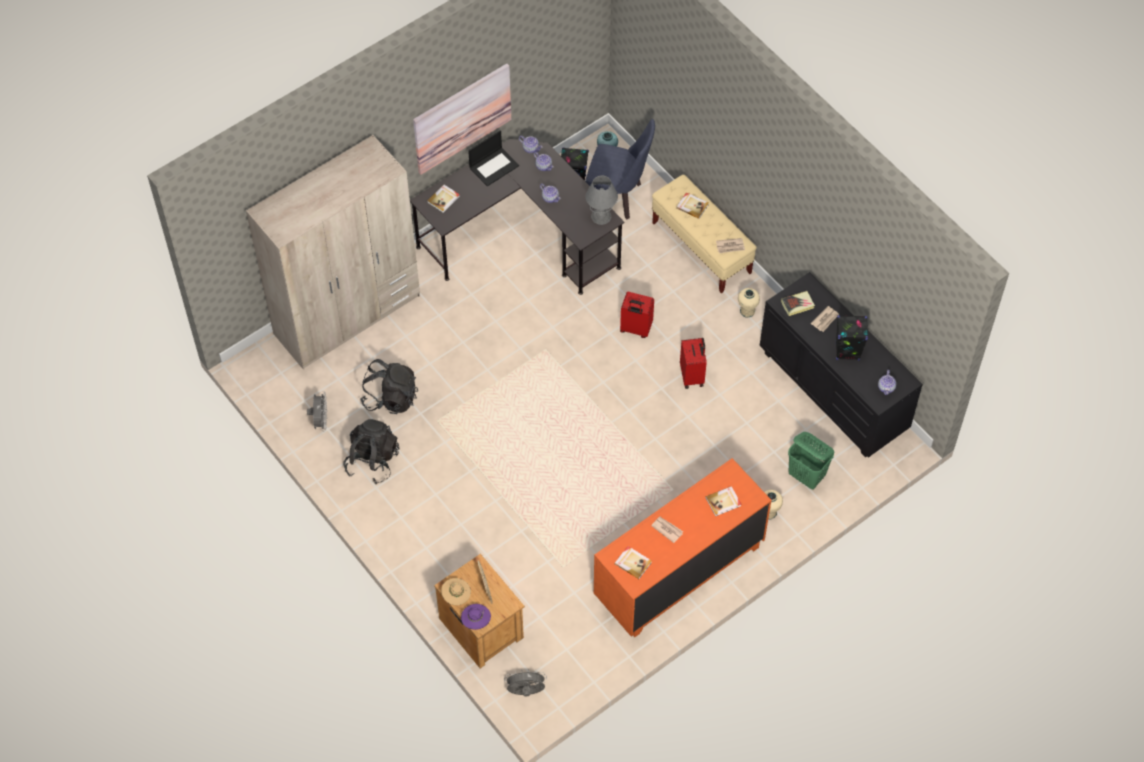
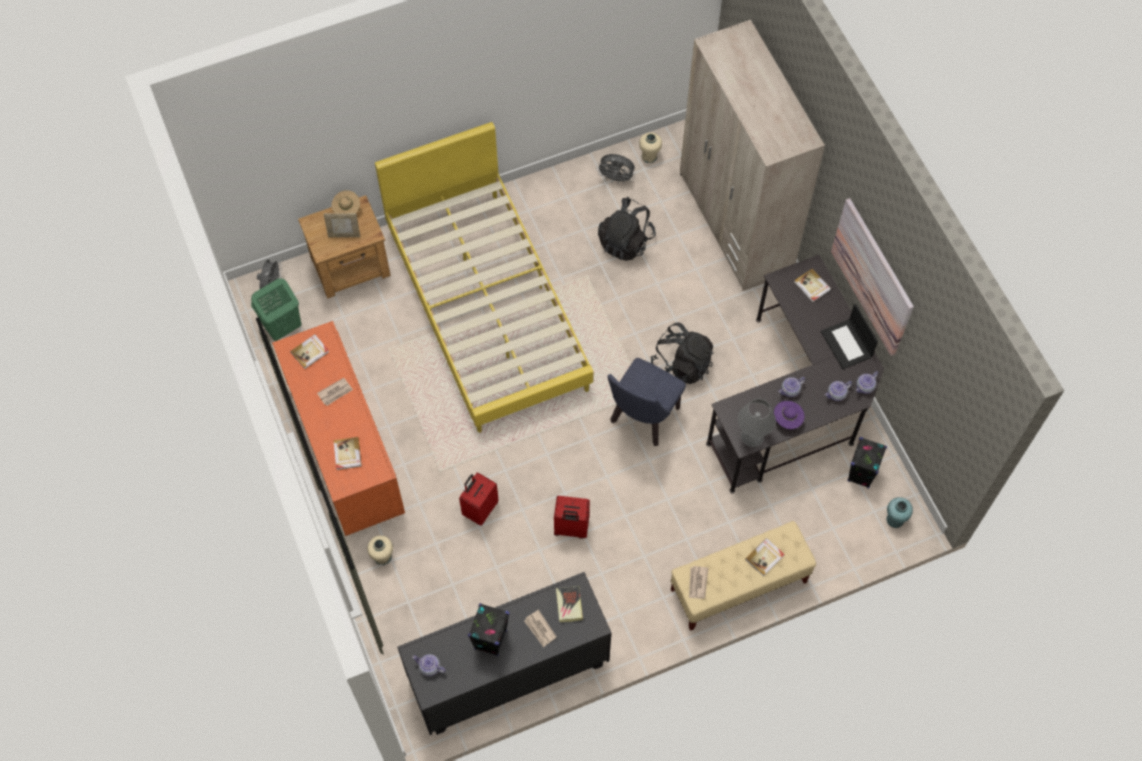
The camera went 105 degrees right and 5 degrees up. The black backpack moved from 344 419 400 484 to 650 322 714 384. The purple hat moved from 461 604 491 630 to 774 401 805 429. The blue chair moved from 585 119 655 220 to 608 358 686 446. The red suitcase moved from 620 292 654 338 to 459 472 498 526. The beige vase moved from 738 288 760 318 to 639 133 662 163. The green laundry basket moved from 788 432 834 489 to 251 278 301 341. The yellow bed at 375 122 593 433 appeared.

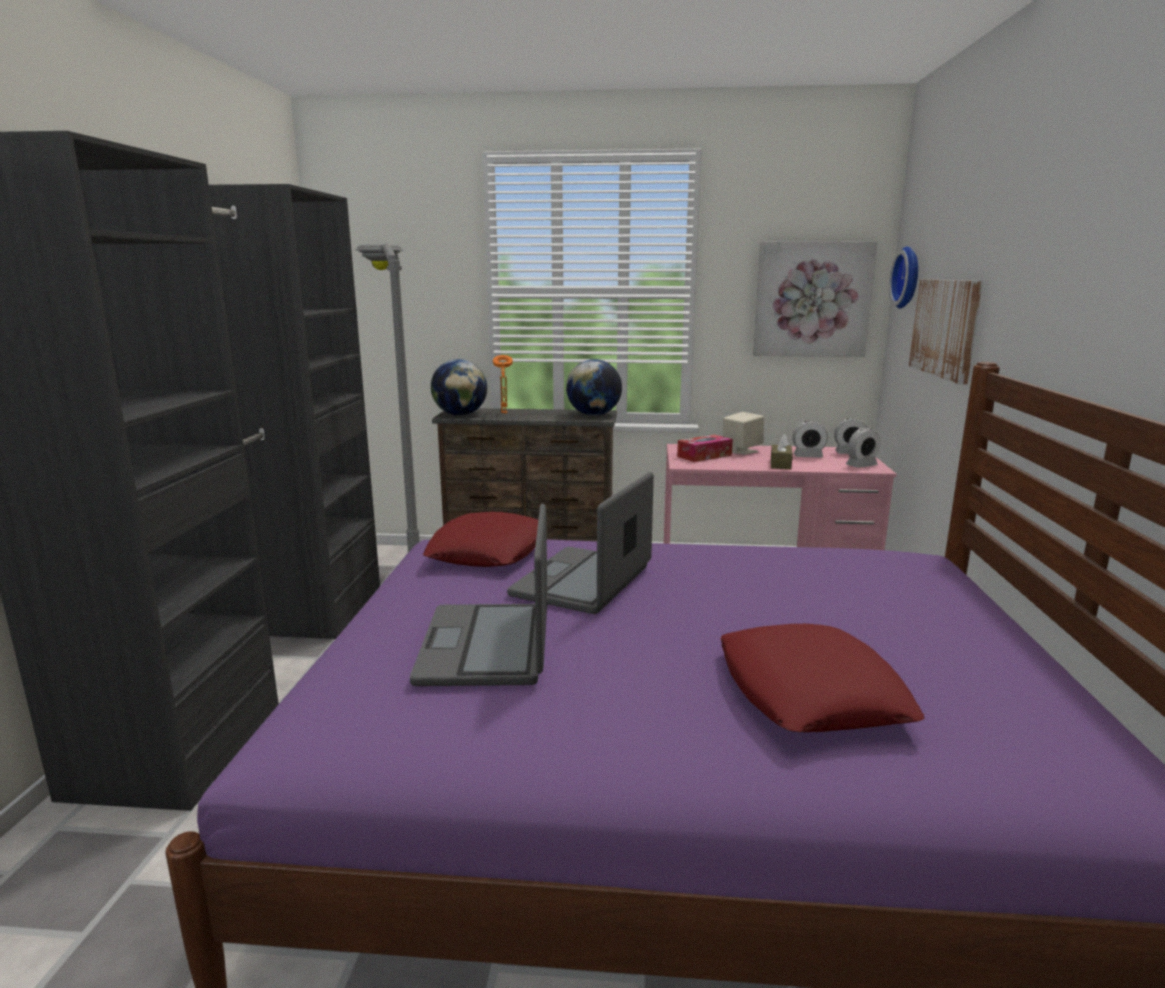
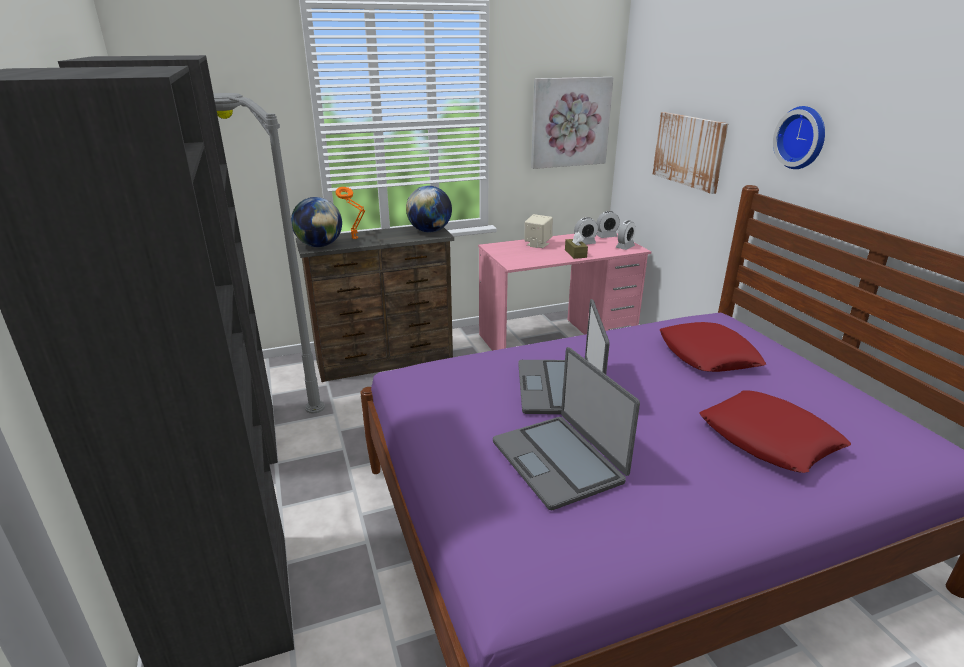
The camera went 25 degrees left and 10 degrees up. The red pillow moved from 423 512 538 567 to 660 322 766 372. The tissue box at 677 435 733 462 disappeared. The wall clock moved from 889 246 918 309 to 773 106 825 169.

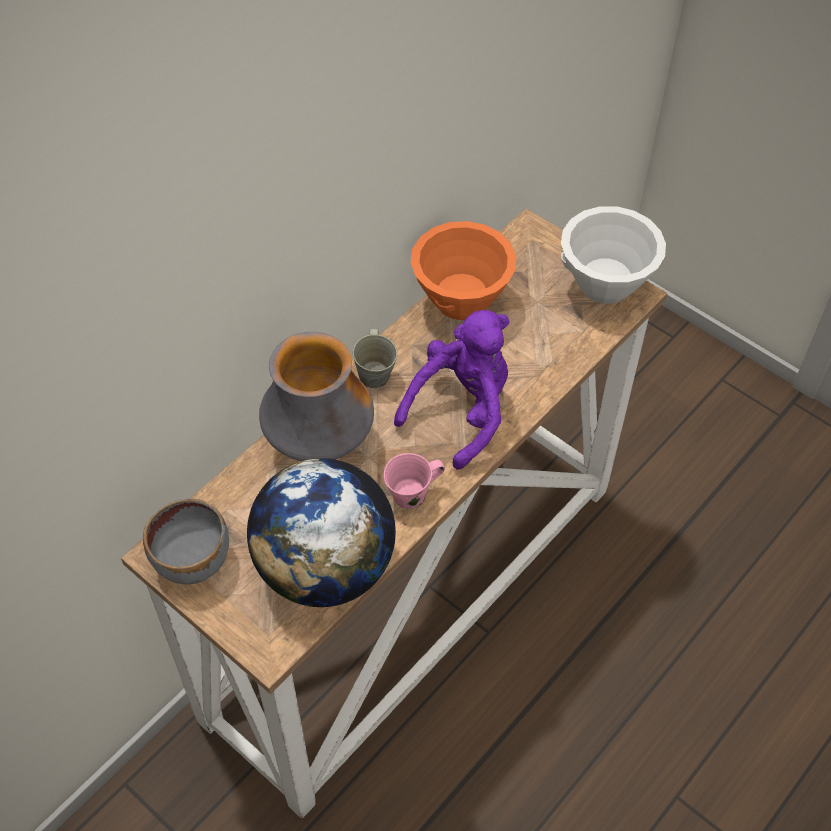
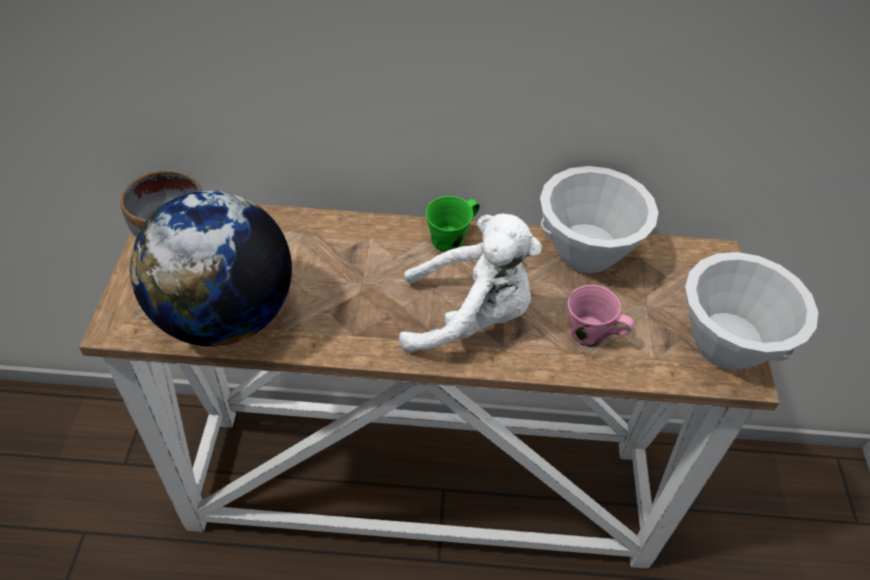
The camera went 50 degrees right and 5 degrees down. The vase at 259 332 374 461 disappeared. The grey mug at 353 329 397 388 became the green mug at 426 196 480 252. The pink mug moved from 384 453 445 509 to 568 285 634 347. The purple plush toy at 394 310 509 470 became the white plush toy at 399 214 542 353. The orange bowl at 411 221 516 320 became the white bowl at 540 166 659 273.

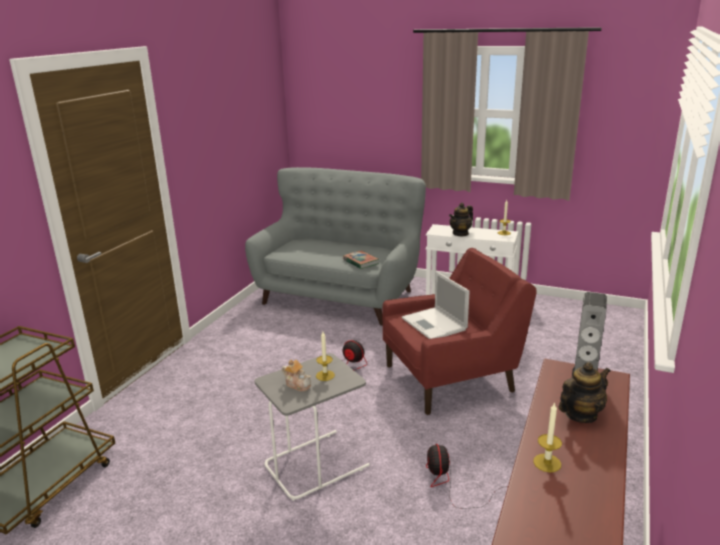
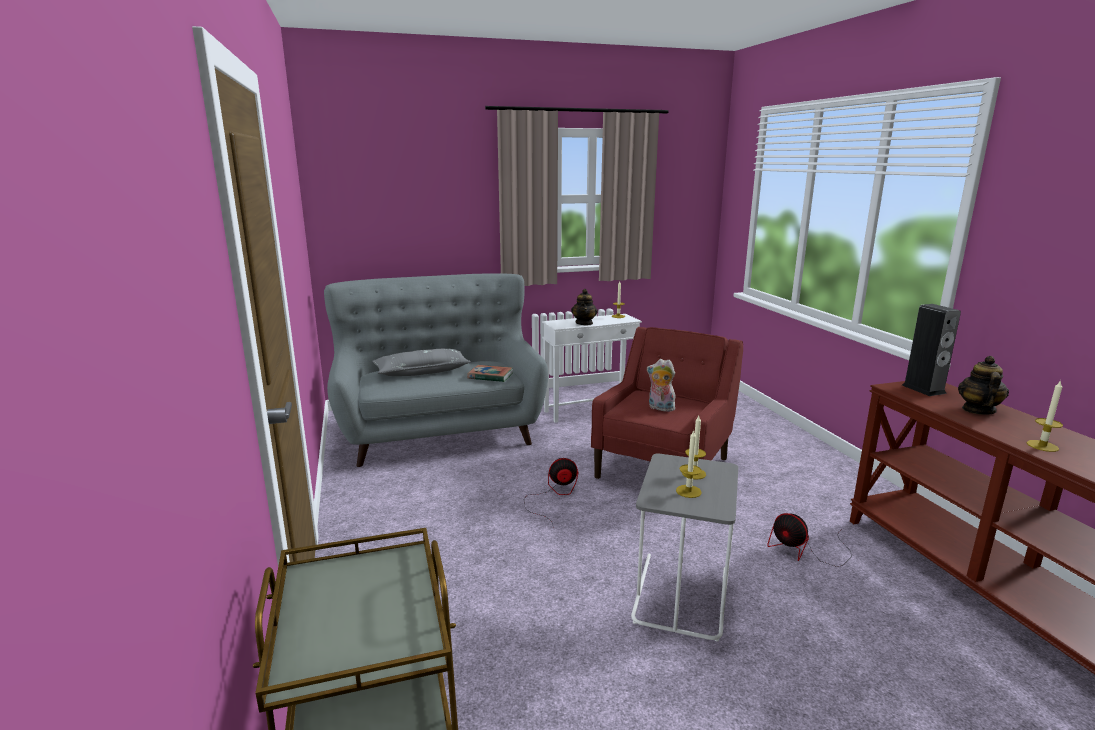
The camera went 40 degrees left and 5 degrees down. The teapot at 282 360 311 392 was replaced by the candle at 676 429 701 498. The laptop at 402 272 470 339 was replaced by the plush toy at 647 359 676 412. The grey pillow at 372 349 471 376 appeared.

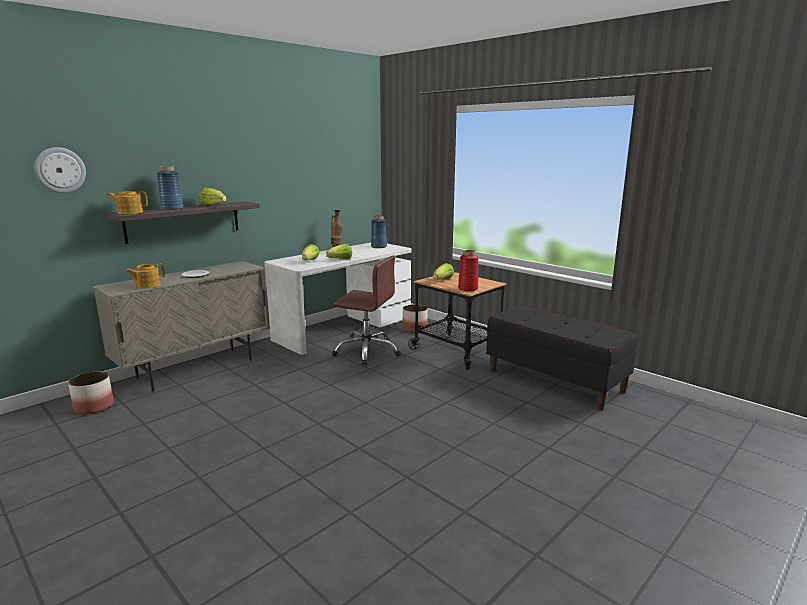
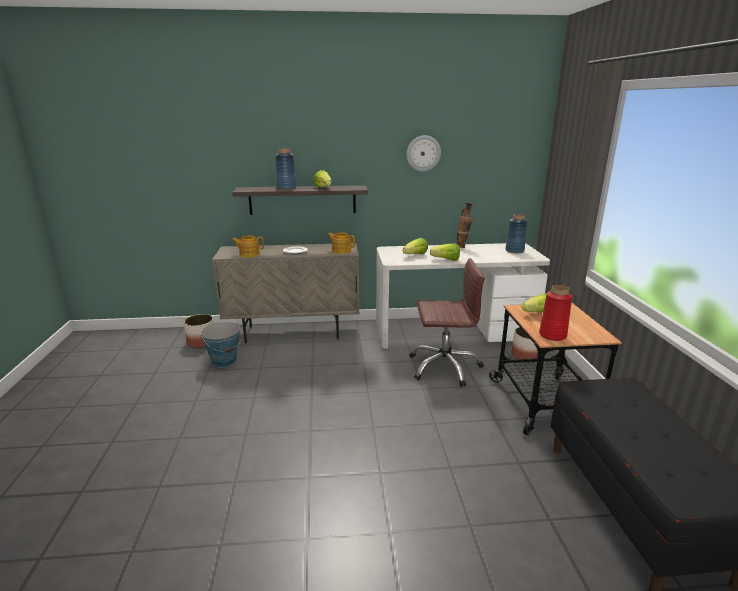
The camera went 40 degrees right and 5 degrees up. The wall clock moved from 34 147 86 193 to 407 135 441 172. The teapot moved from 107 191 148 214 to 327 233 355 254. The brown office chair at 332 255 401 365 turned 60 degrees counterclockwise. The bucket at 200 322 242 368 appeared.

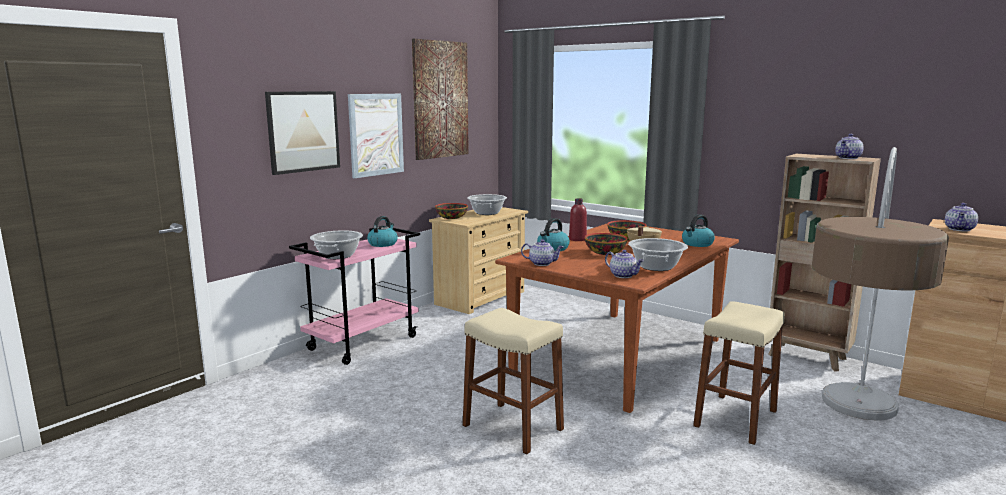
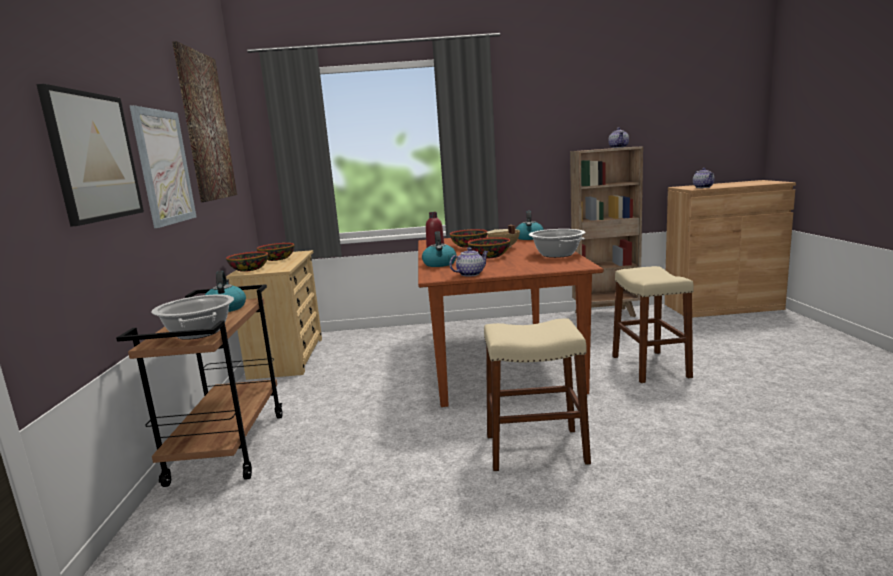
The camera went 40 degrees left and 0 degrees up. The pink cart at 289 226 420 365 became the brown cart at 116 284 283 487. The cooking pot at 467 194 507 215 was replaced by the bowl at 256 243 294 261. The teapot at 605 250 644 278 disappeared. The floor lamp at 812 147 949 420 disappeared.

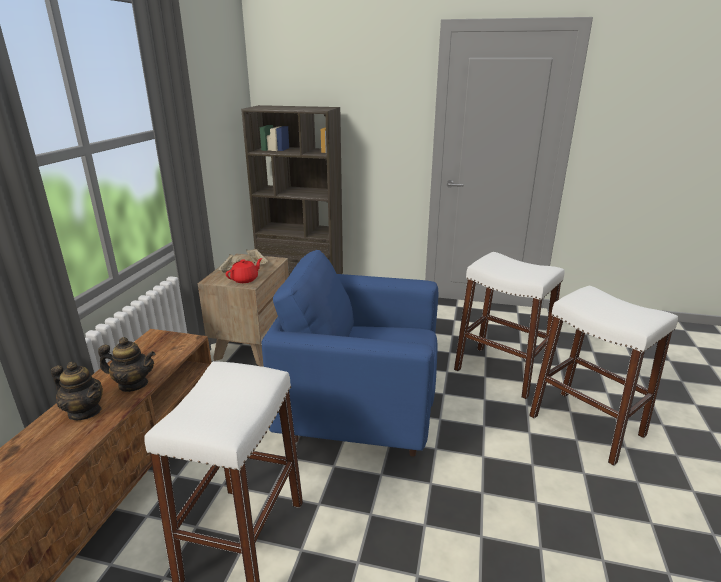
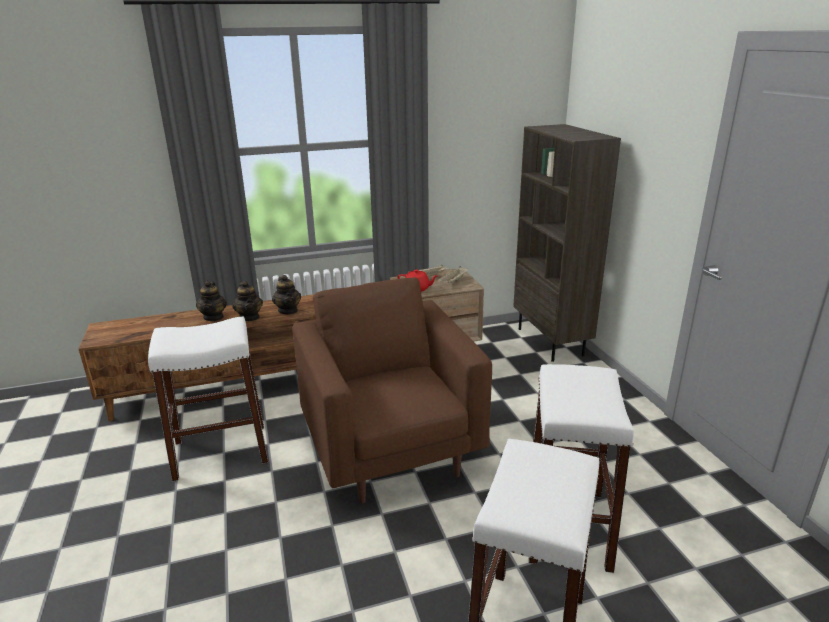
The camera went 60 degrees right and 0 degrees up. The blue armchair at 262 250 438 457 became the brown armchair at 292 277 492 504. The teapot at 272 275 301 314 appeared.

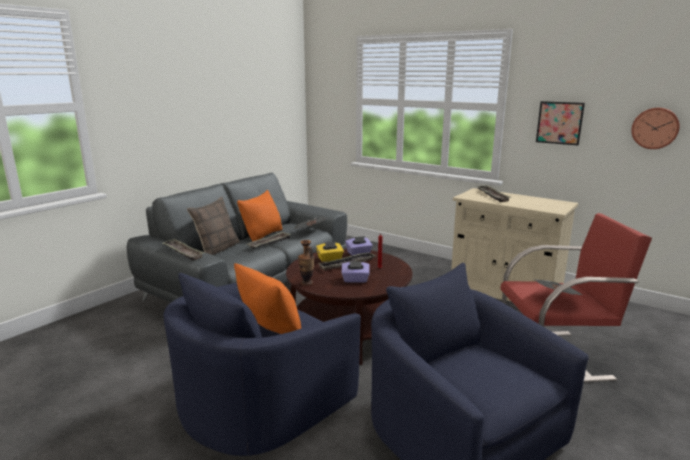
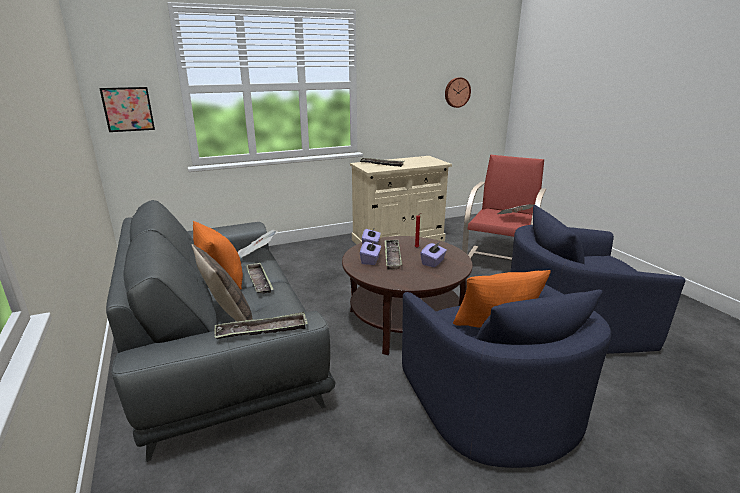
The camera went 60 degrees left and 5 degrees up. The vase at 298 240 314 286 disappeared. The yellow tissue box at 316 241 344 262 became the purple tissue box at 360 240 381 265. The picture moved from 536 101 585 146 to 99 87 155 132.

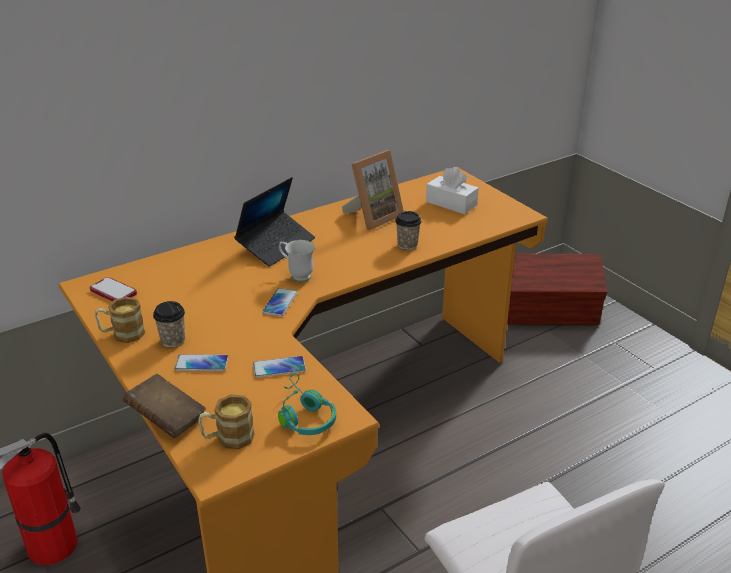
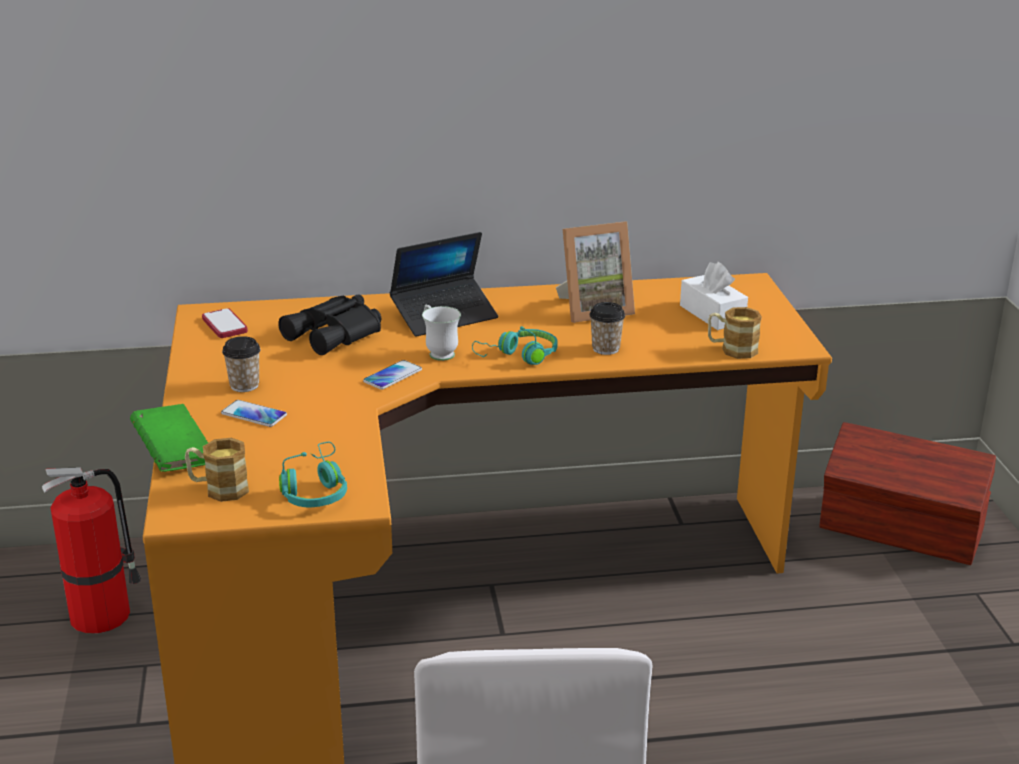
The camera went 25 degrees right and 5 degrees down. The mug moved from 95 297 145 343 to 708 307 762 359. The brown book at 123 374 206 438 became the green book at 130 404 208 472. The phone at 253 356 306 378 disappeared. The black binoculars at 278 294 381 355 appeared. The turquoise headphones at 472 326 557 365 appeared.

